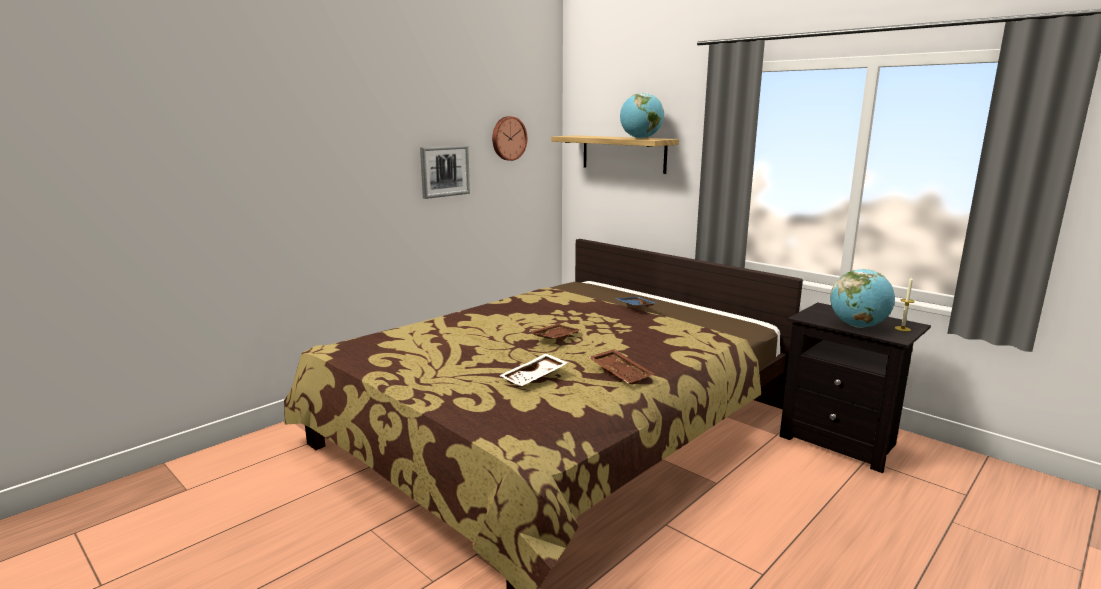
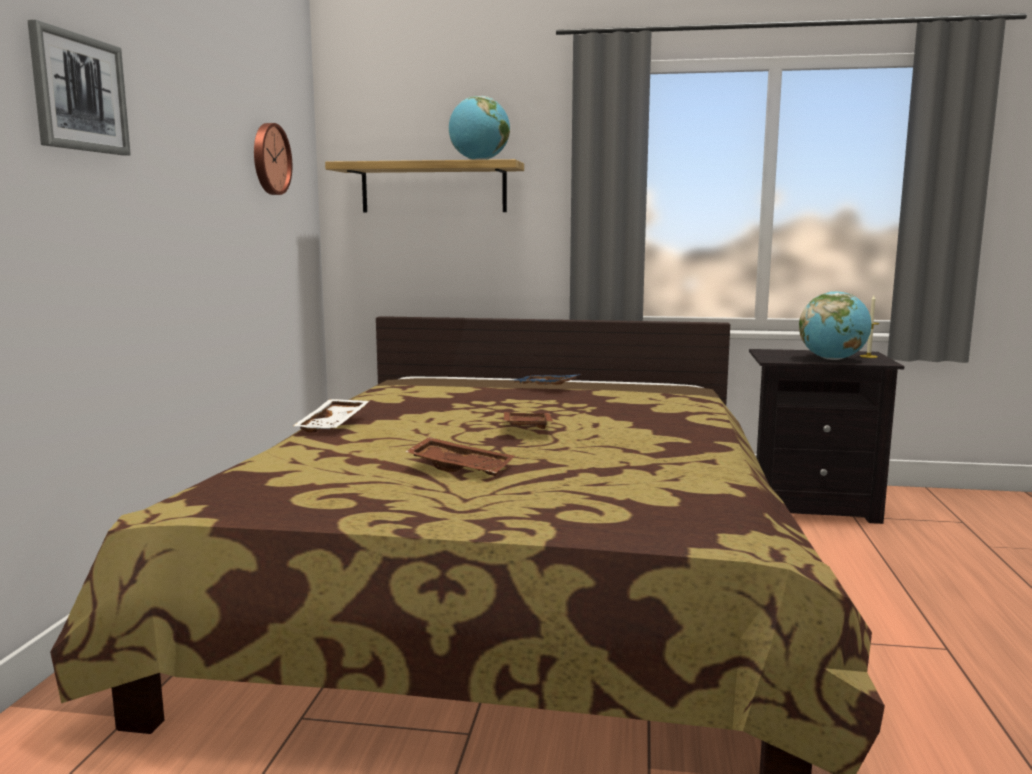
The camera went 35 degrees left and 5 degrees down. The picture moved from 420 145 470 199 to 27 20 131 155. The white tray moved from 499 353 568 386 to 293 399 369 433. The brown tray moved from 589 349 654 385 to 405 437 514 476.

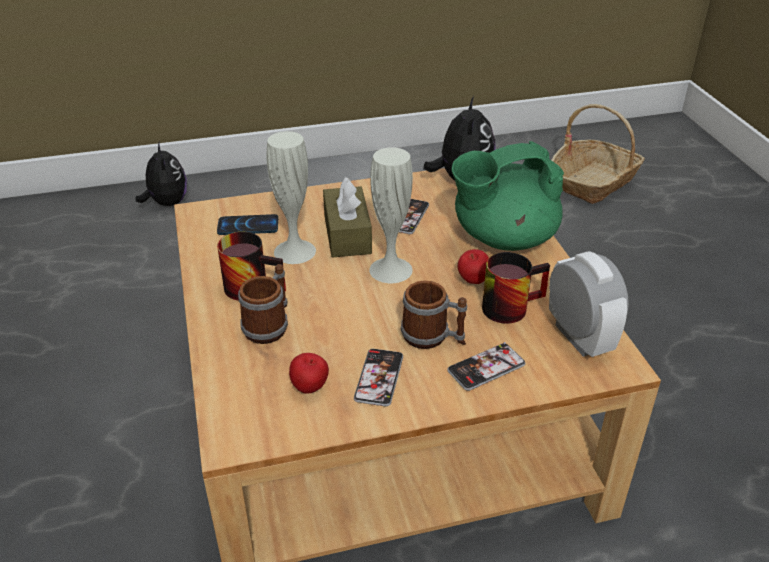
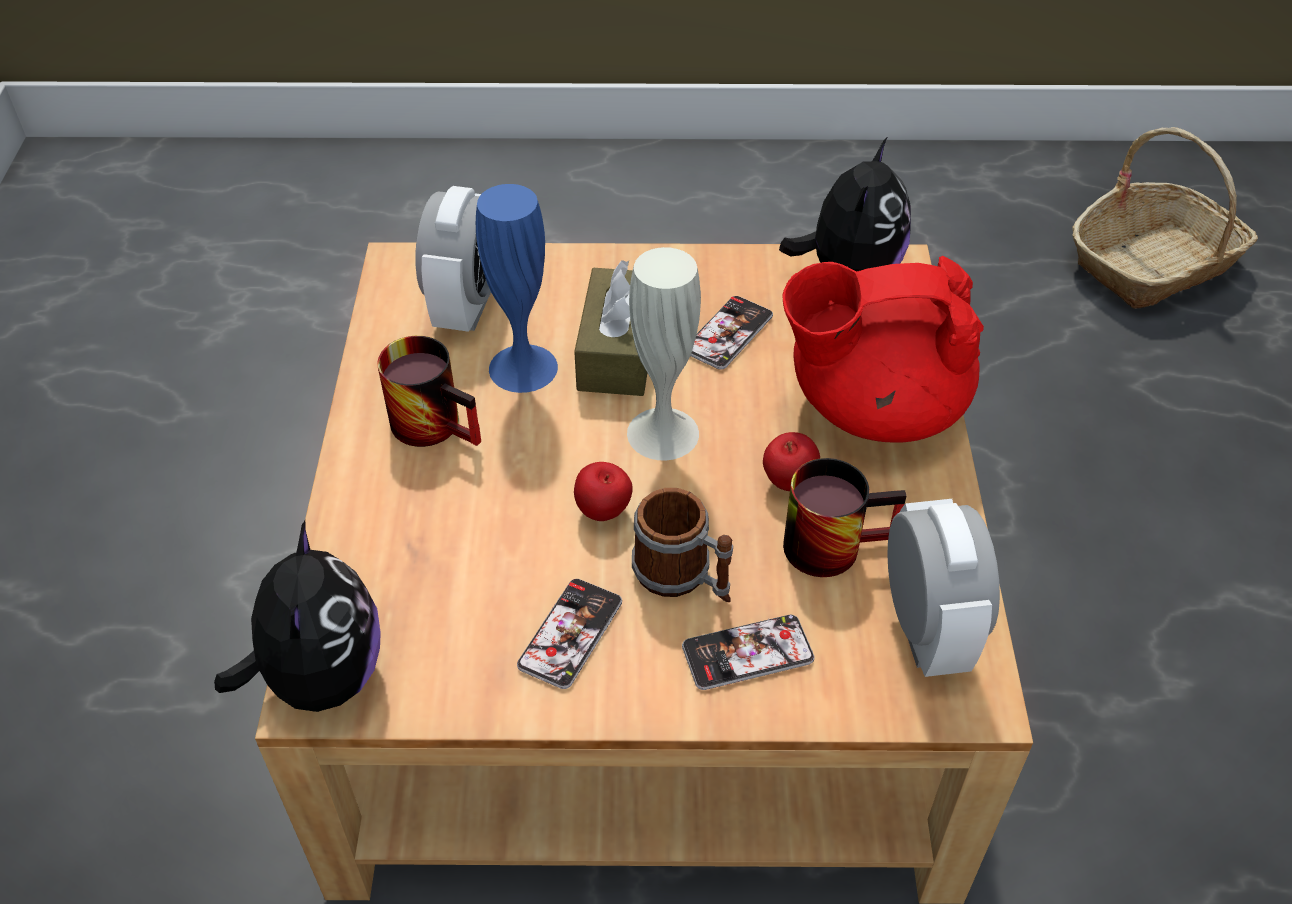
The camera went 15 degrees right and 10 degrees up. The plush toy moved from 135 143 187 206 to 214 520 381 712. The phone at 217 214 278 235 was replaced by the alarm clock at 415 186 491 332. The mug at 238 264 288 344 disappeared. The white vase at 267 131 316 264 became the blue vase at 476 184 558 393. The apple moved from 289 353 329 394 to 574 462 633 521. The green teapot at 452 141 564 251 became the red teapot at 783 256 984 442.

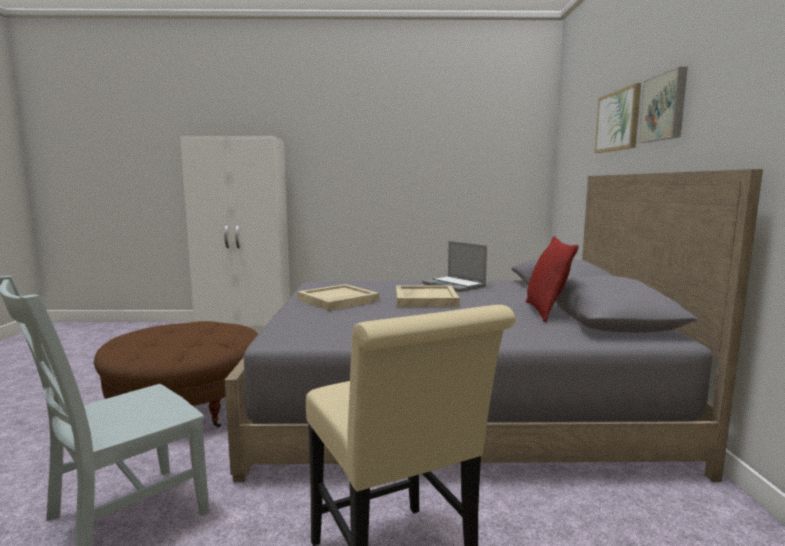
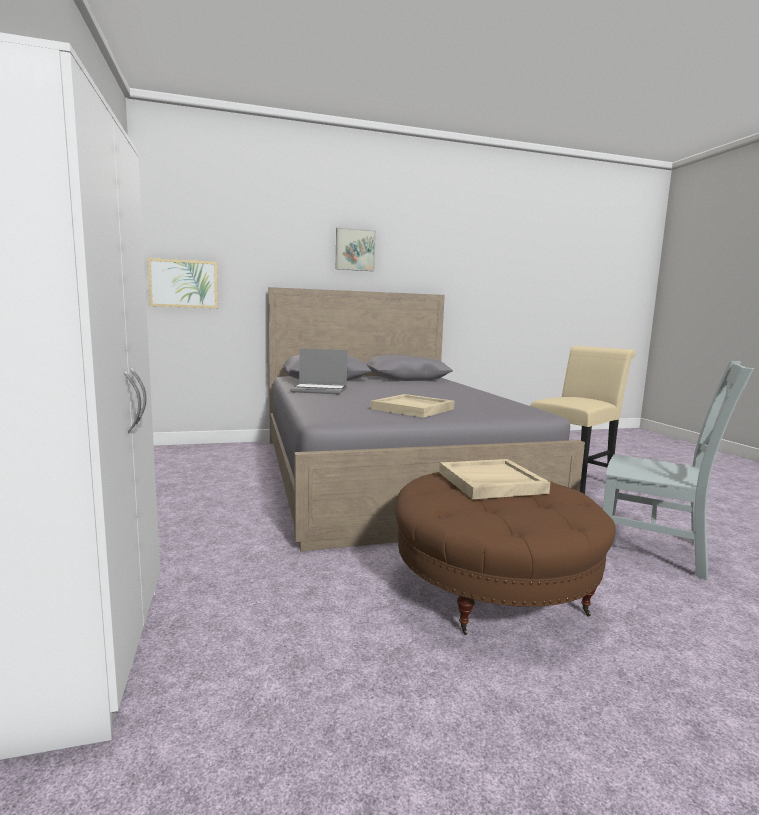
The camera went 105 degrees left and 0 degrees up. The beige tray moved from 396 285 460 307 to 439 459 550 499. The laptop at 422 241 487 292 turned 60 degrees clockwise. The red pillow at 526 236 579 322 disappeared. The picture moved from 595 83 641 153 to 147 258 218 308.

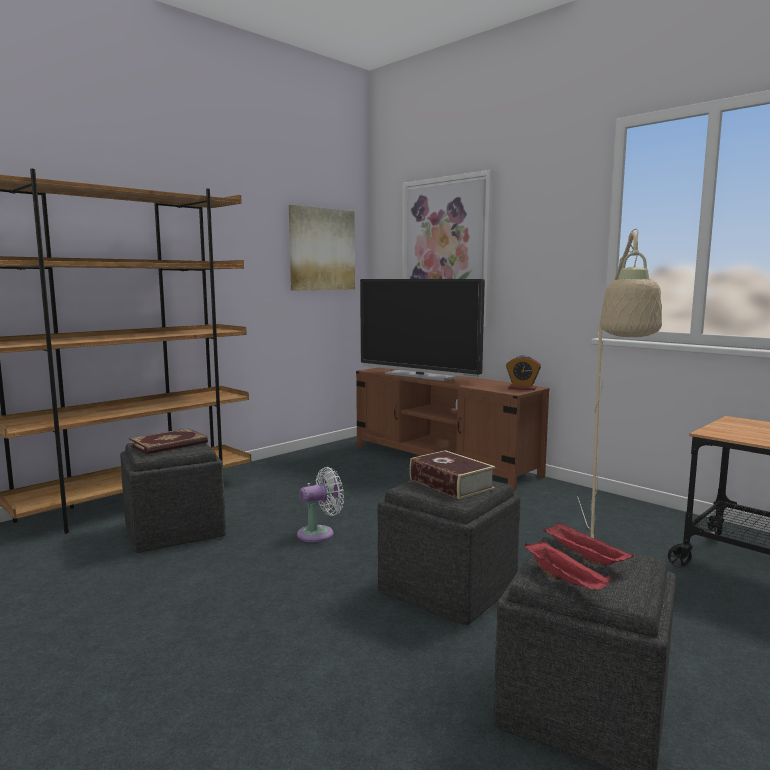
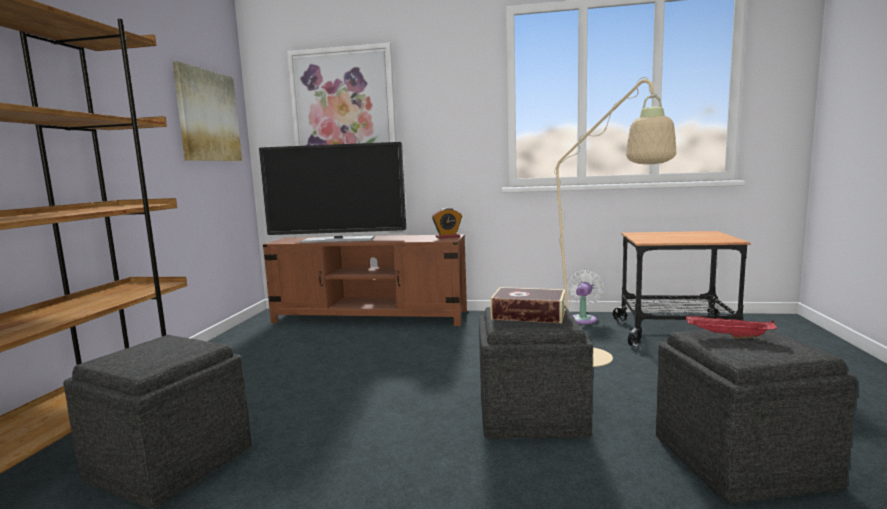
The camera went 35 degrees left and 0 degrees up. The book at 129 428 208 455 disappeared. The white fan moved from 297 467 344 542 to 568 270 604 324. The red tray at 524 541 611 589 disappeared.

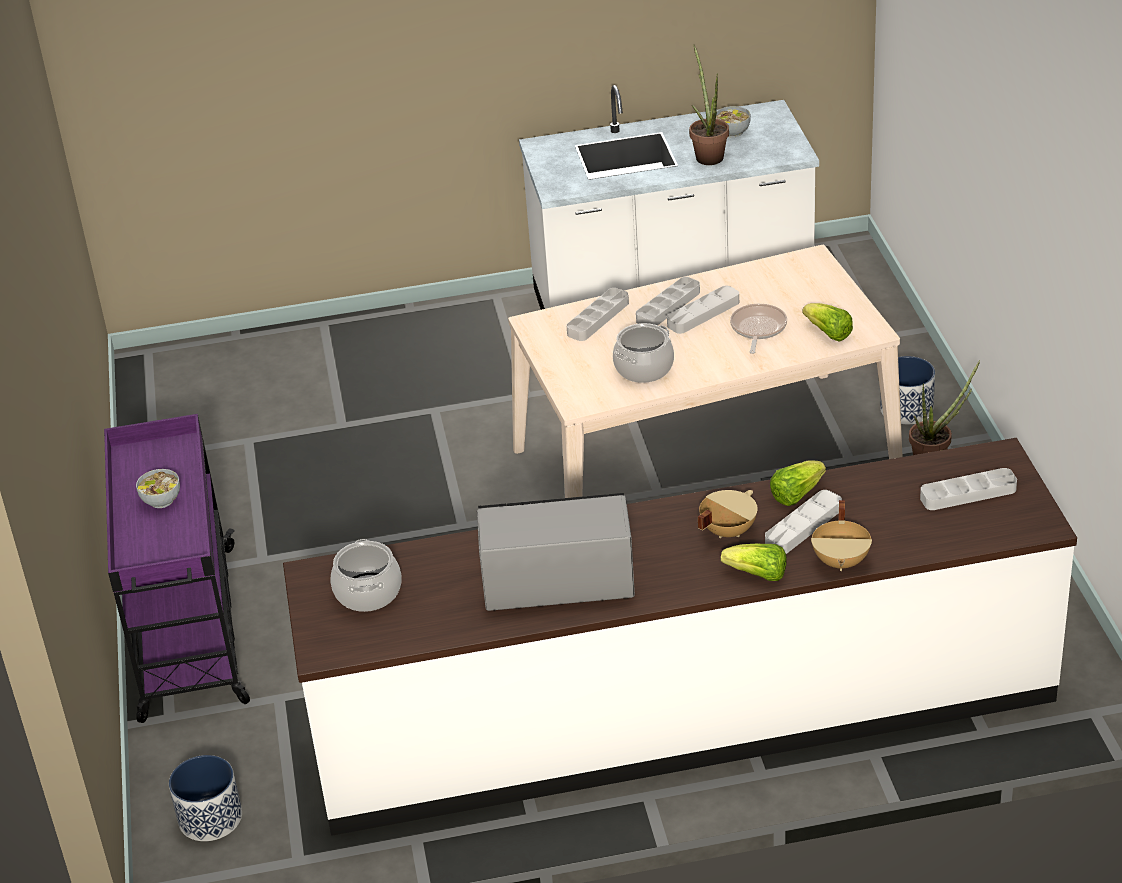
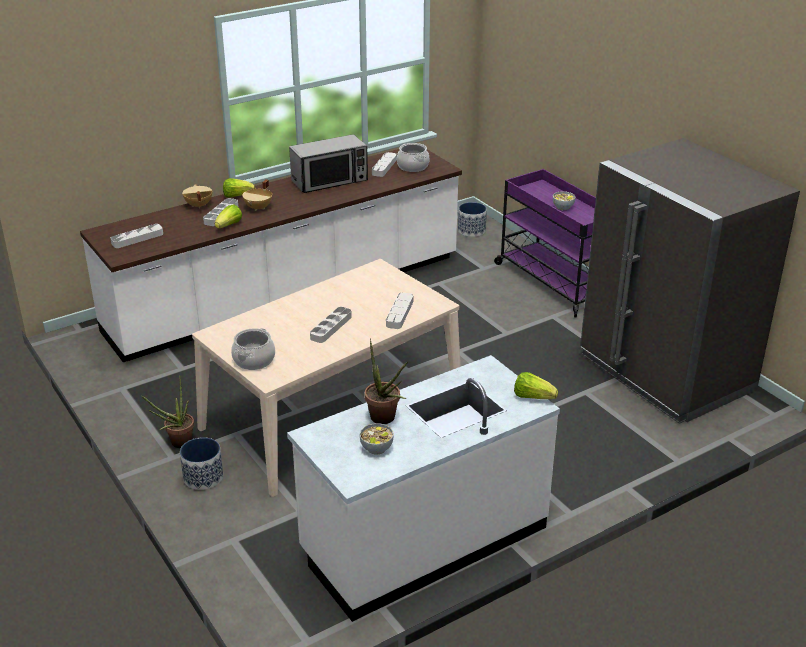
The camera went 155 degrees right and 5 degrees down. The cooking pot moved from 613 323 674 383 to 231 328 275 370. The grey tray moved from 636 277 700 325 to 372 152 397 177. The frying pan at 730 304 787 354 disappeared. The lettuce moved from 803 303 853 342 to 514 372 558 399. The grey fridge at 580 138 800 424 appeared.

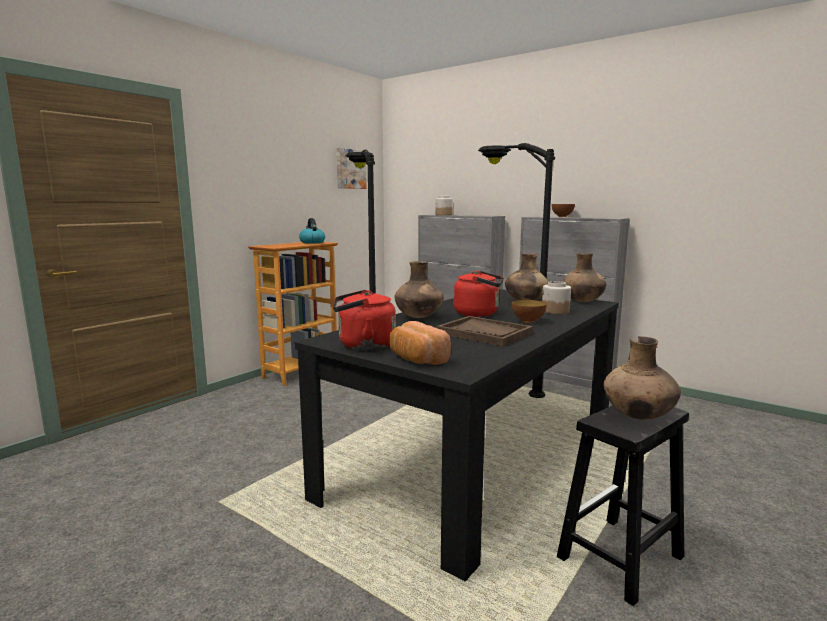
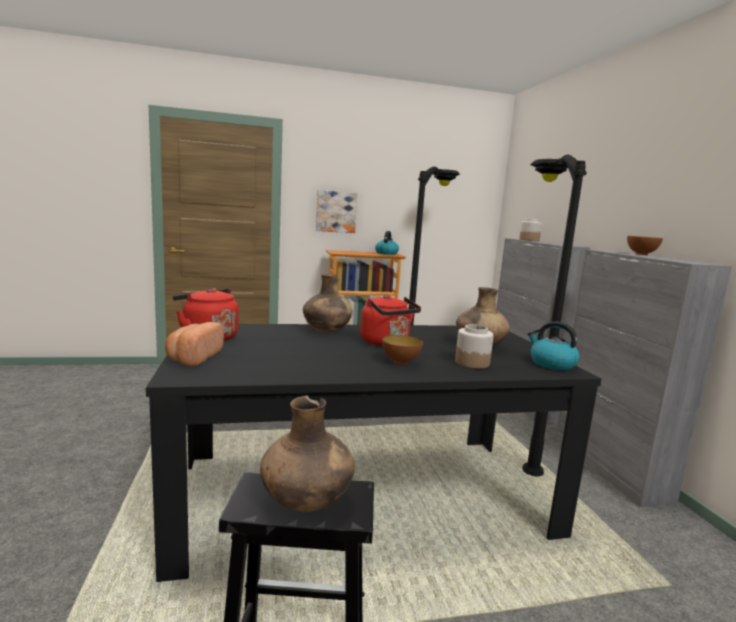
The camera went 40 degrees right and 0 degrees up. The picture moved from 336 148 367 189 to 316 190 357 233. The brown tray at 437 316 533 347 disappeared. The brown vase at 562 253 606 302 was replaced by the kettle at 527 322 580 370.

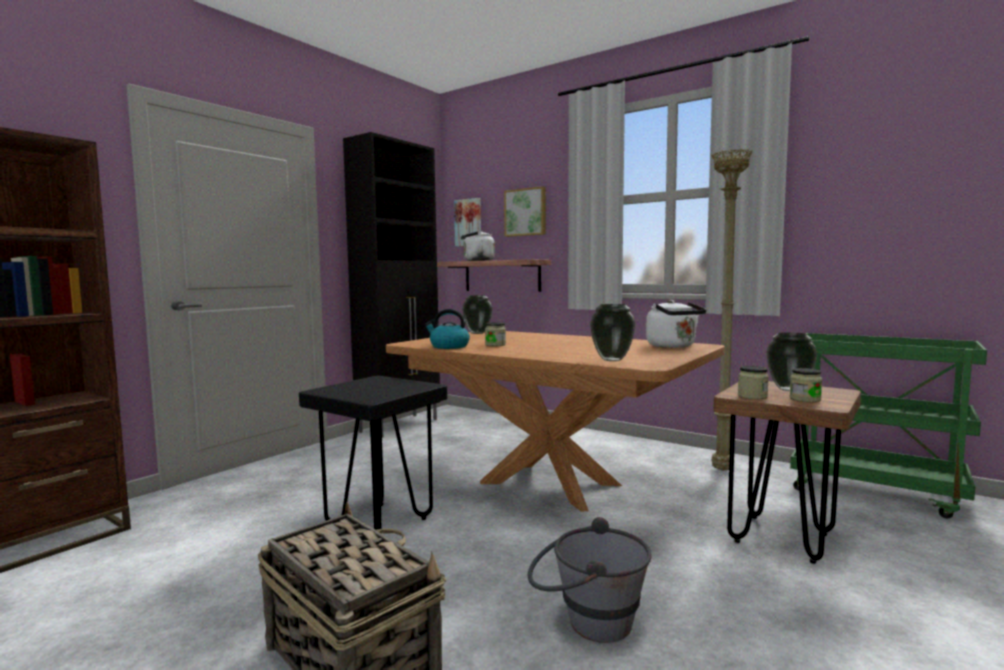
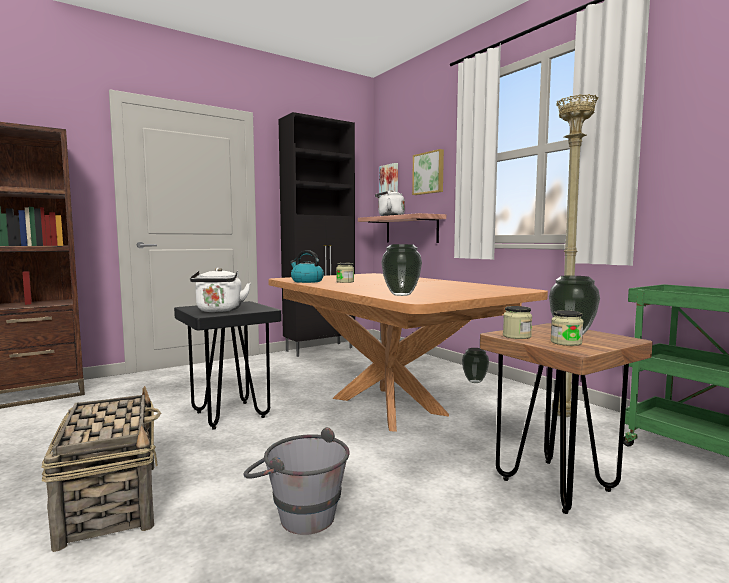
The camera went 20 degrees right and 0 degrees up. The vase moved from 462 295 493 334 to 462 348 489 383. The white kettle moved from 646 300 706 348 to 190 268 251 312.

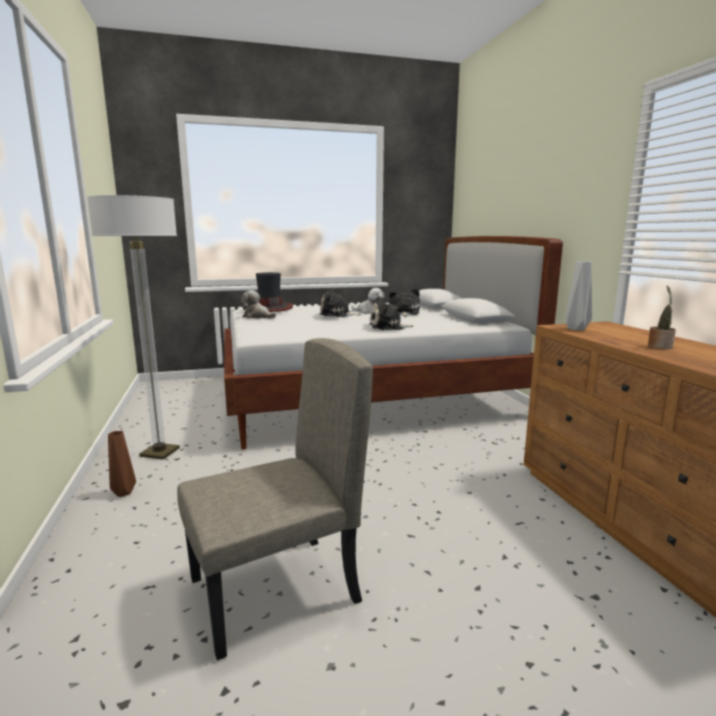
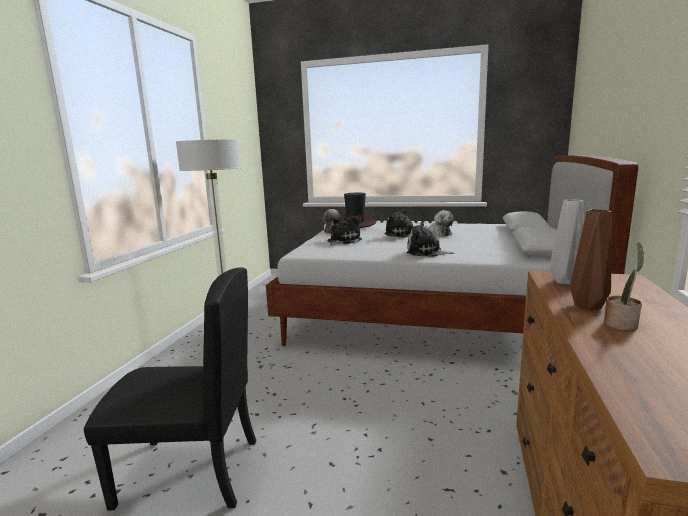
The camera went 30 degrees right and 0 degrees up. The brown vase moved from 108 431 136 497 to 570 209 611 310. The beige chair at 177 338 373 660 became the black chair at 84 268 256 511. The plush toy moved from 389 288 420 317 to 327 216 362 246.

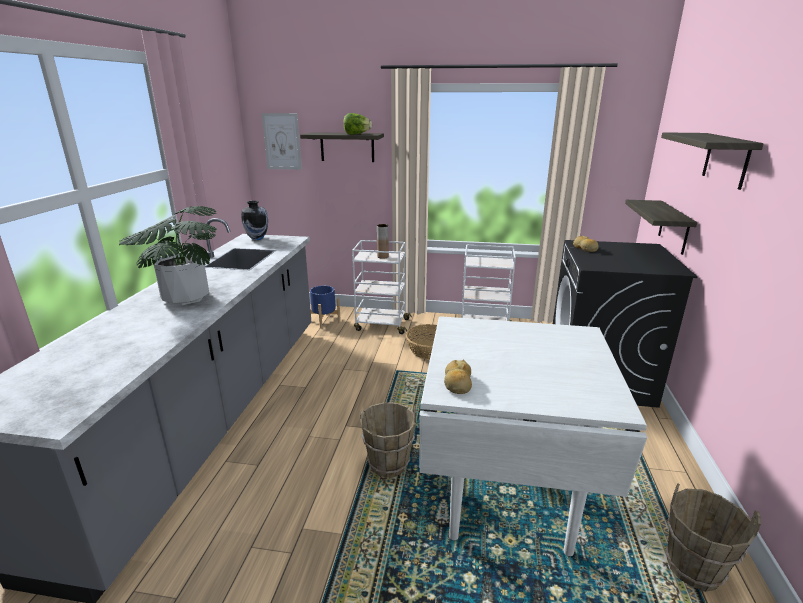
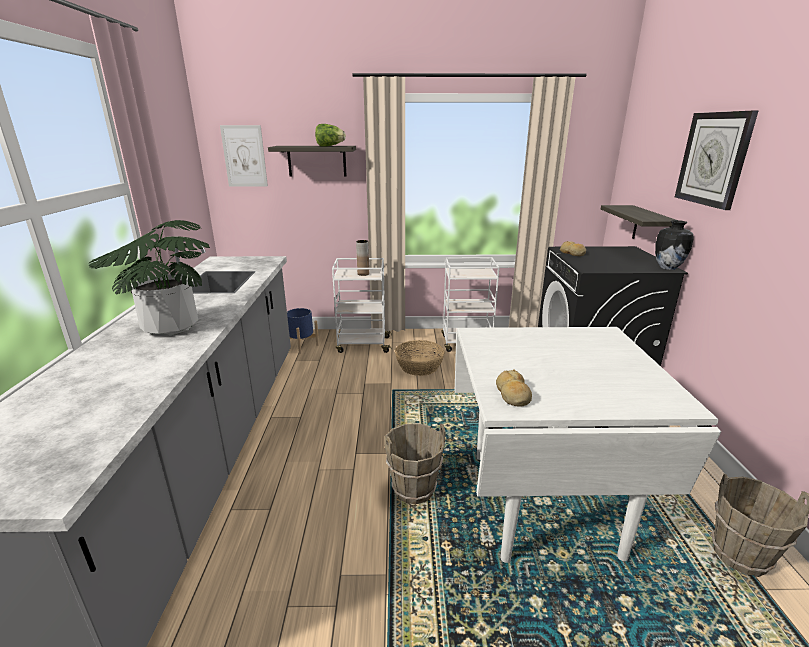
The camera went 10 degrees left and 0 degrees up. The vase moved from 241 201 268 240 to 655 220 694 270. The shelf at 661 132 764 190 was replaced by the wall clock at 675 111 758 210.

